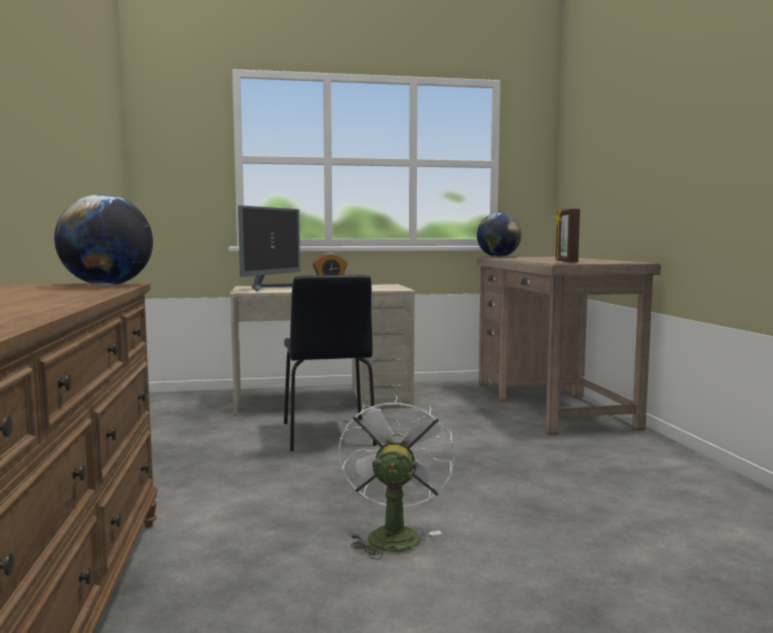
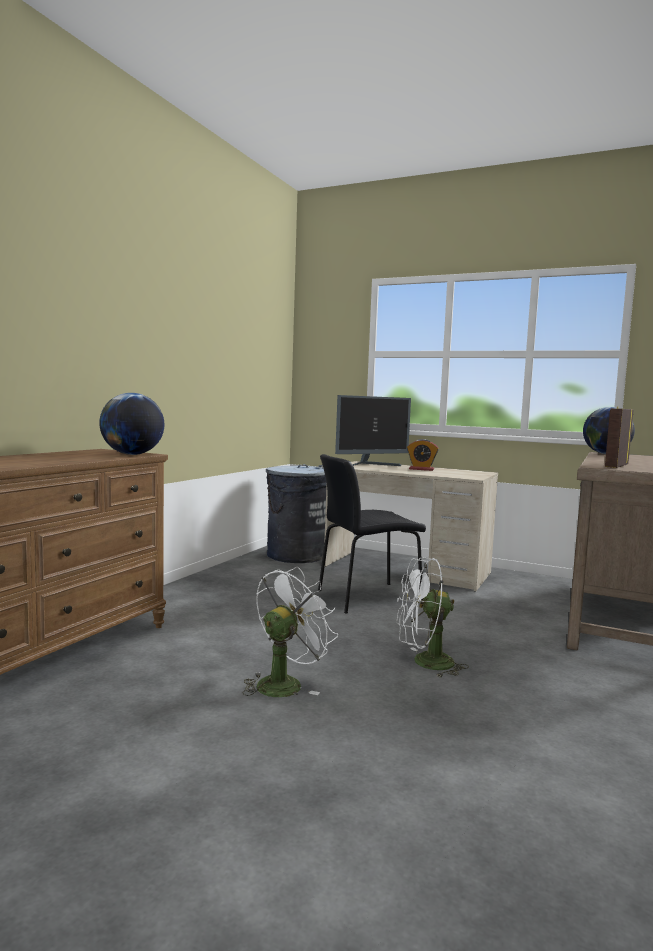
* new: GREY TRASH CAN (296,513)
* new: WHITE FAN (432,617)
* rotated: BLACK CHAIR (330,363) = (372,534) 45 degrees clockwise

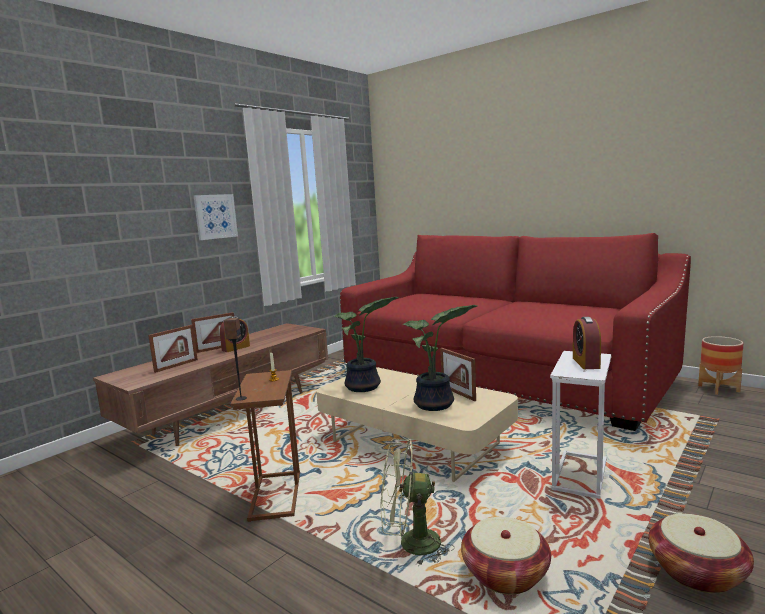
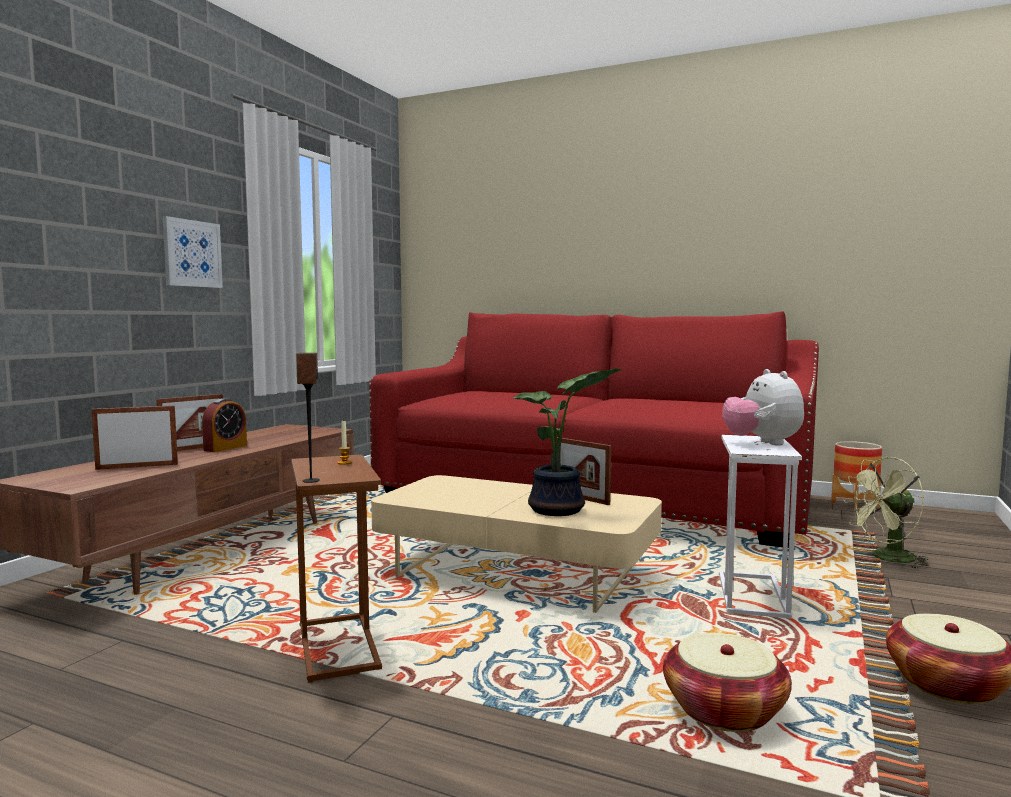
* gone: POTTED PLANT (366,344)
* shifted: GREEN FAN (416,502) to (886,513)
* swapped: ALARM CLOCK (587,343) to PLUSH TOY (763,407)
* rotated: PICTURE FRAME (173,349) = (134,438) 135 degrees counterclockwise

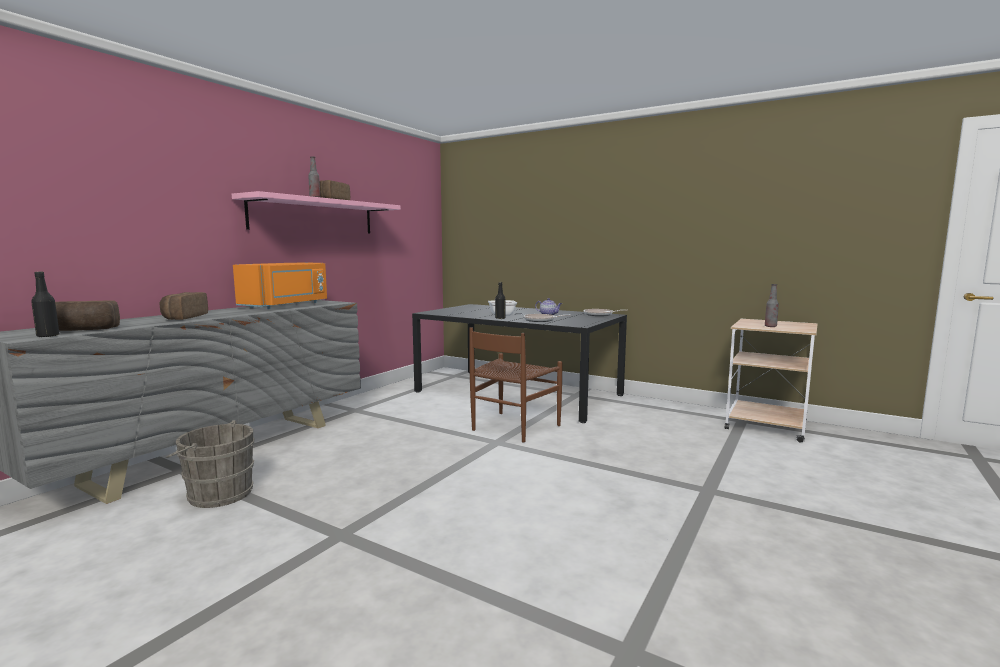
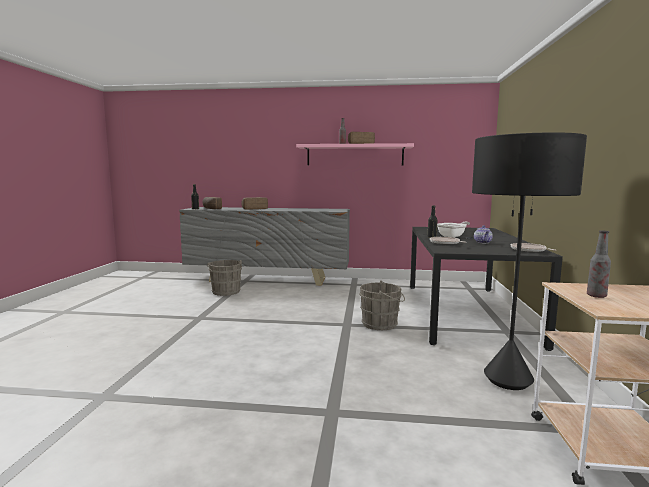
* gone: ORANGE MICROWAVE (280,285)
* new: BLACK FLOOR LAMP (529,261)
* swapped: BROWN CHAIR (515,385) to GREY BUCKET (382,305)

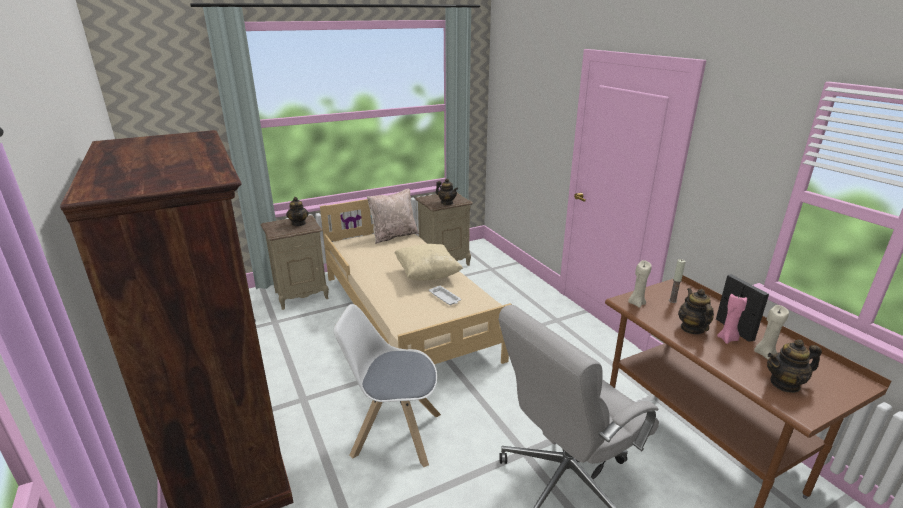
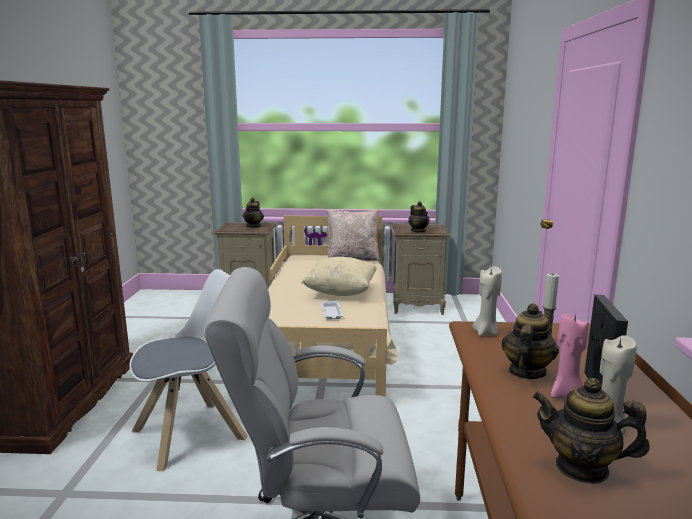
* rotated: CHAIR (387,385) = (189,370) 105 degrees clockwise

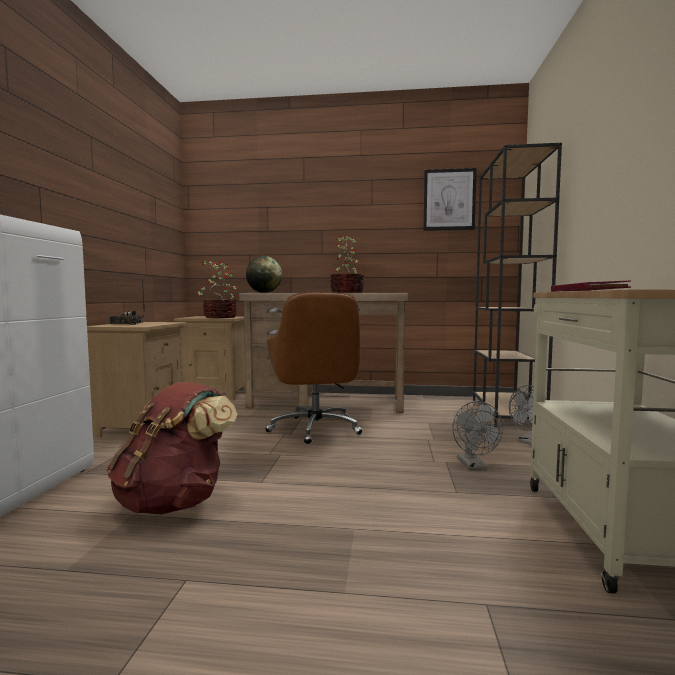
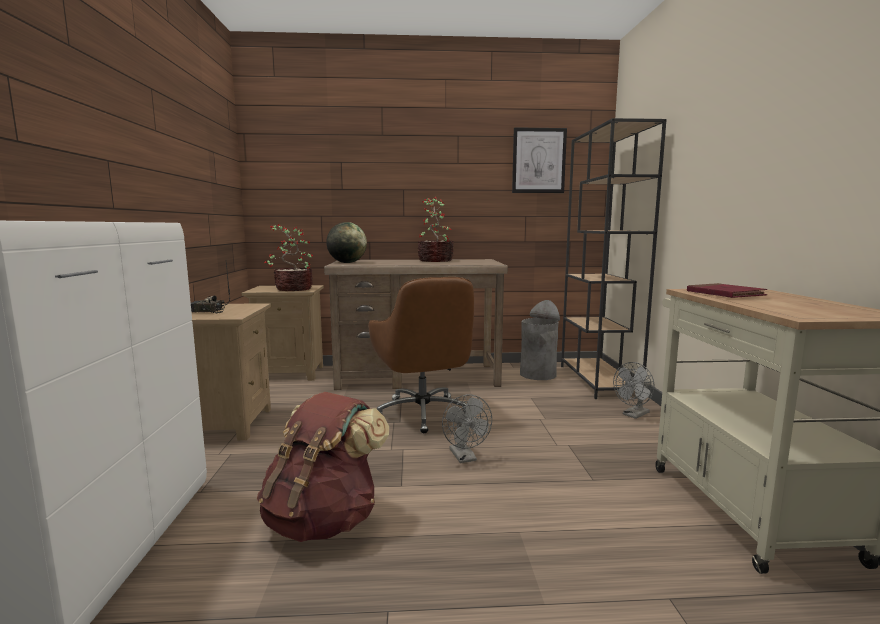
* new: GREY TRASH CAN (540,340)
* shifted: GREY FAN (478,435) to (467,429)

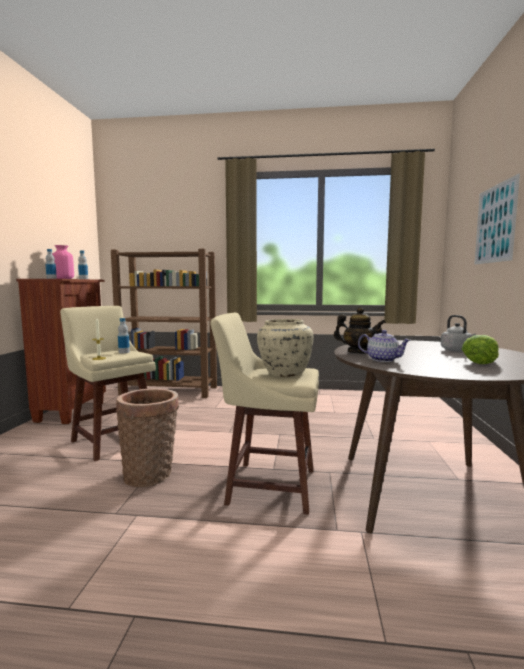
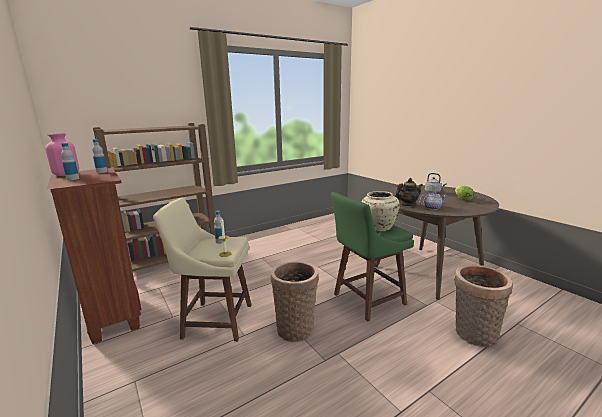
* gone: PICTURE (497,218)
* new: BASKET (483,306)
* repainted: BEIGE STOOL (264,413) to GREEN STOOL (372,256)

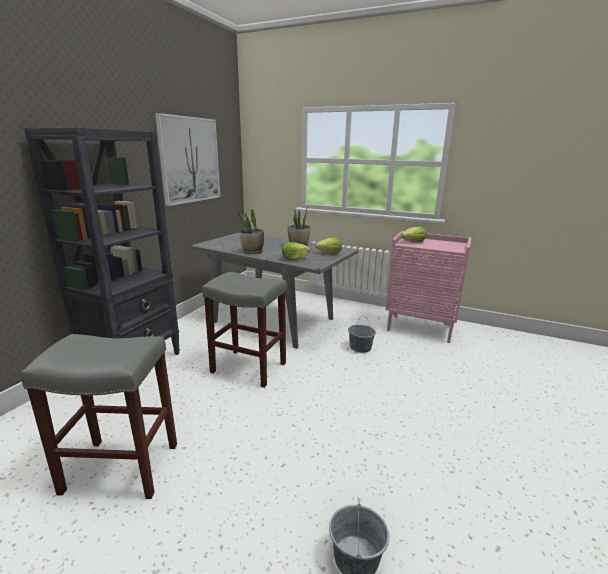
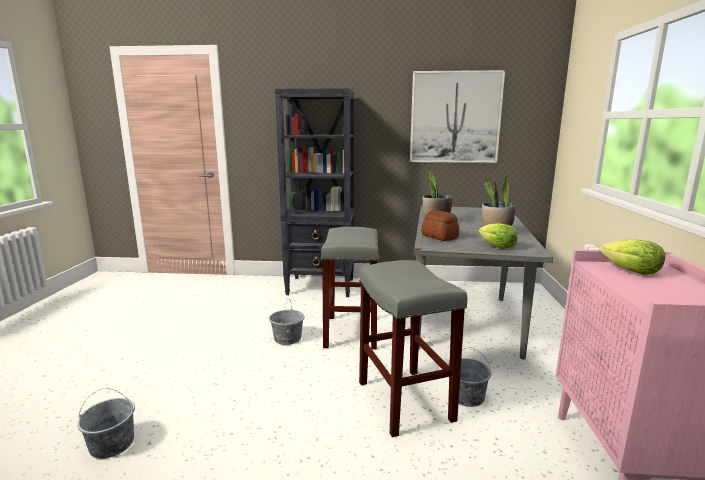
* new: GREY BUCKET (286,322)
* shifted: GREY STOOL (99,416) to (413,348)
* swapped: LETTUCE (296,251) to BREAD (440,225)

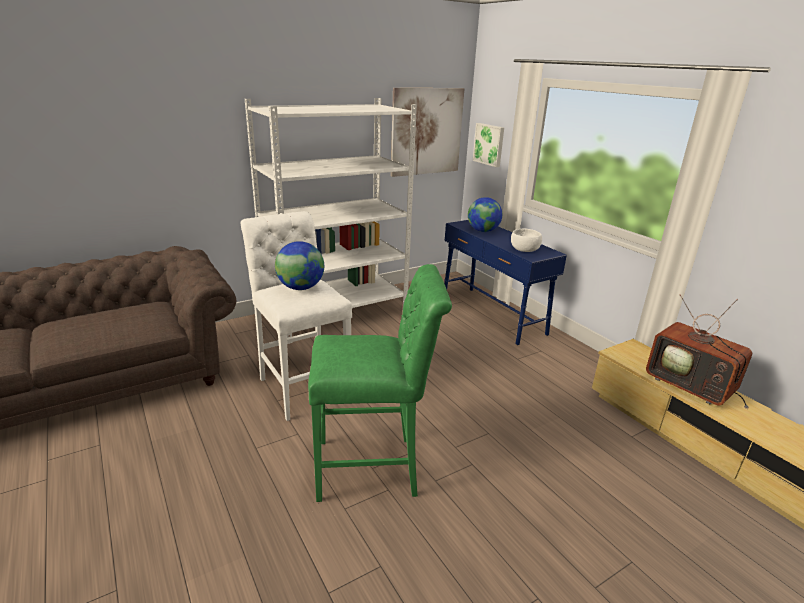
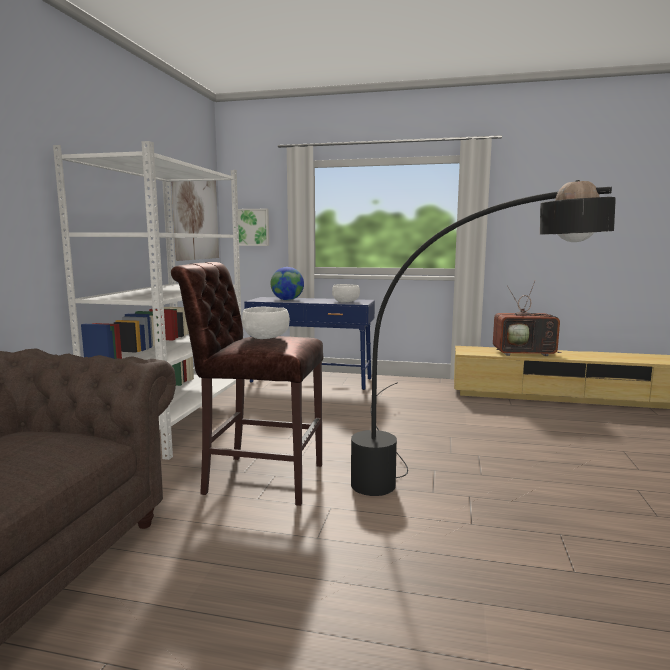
* swapped: GLOBE (299,265) to WHITE BOWL (266,323)
* swapped: GREEN STOOL (380,383) to BLACK FLOOR LAMP (483,338)
* repainted: WHITE STOOL (296,316) to BROWN STOOL (247,384)

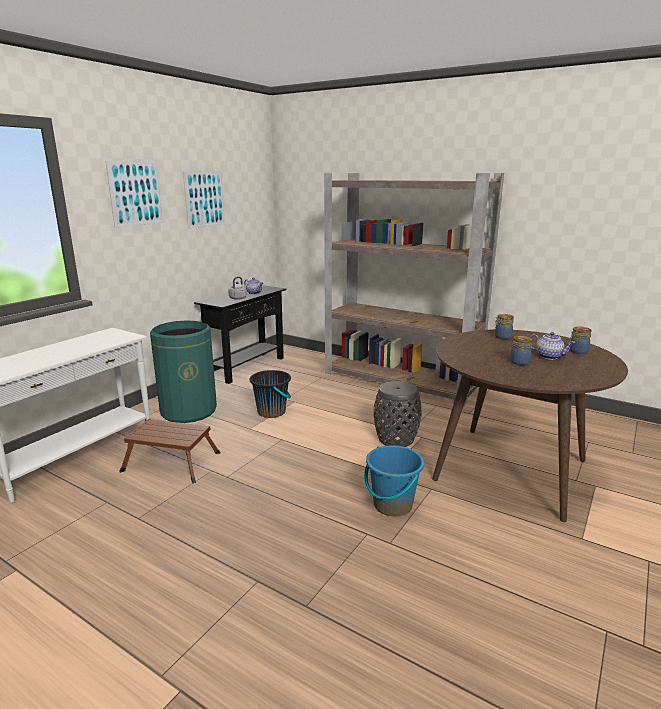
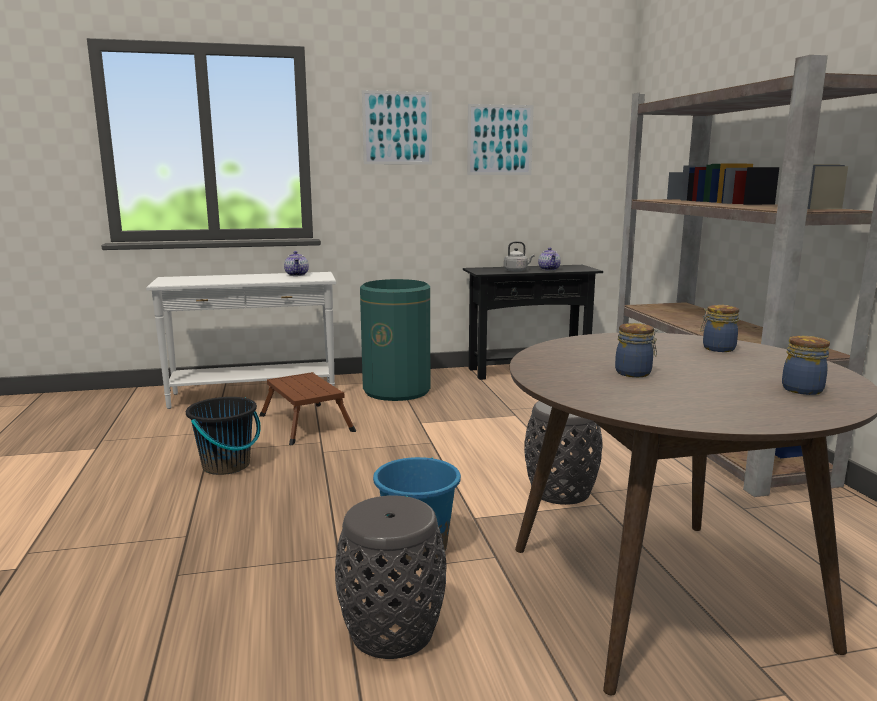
* new: GREY STOOL (391,577)
* shifted: BLACK BUCKET (270,394) to (223,436)
* shifted: TEAPOT (552,346) to (296,263)

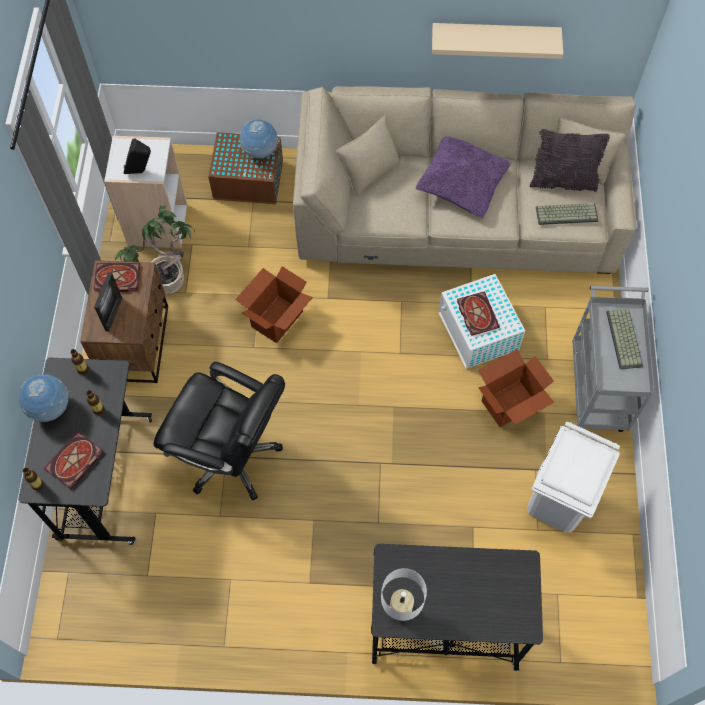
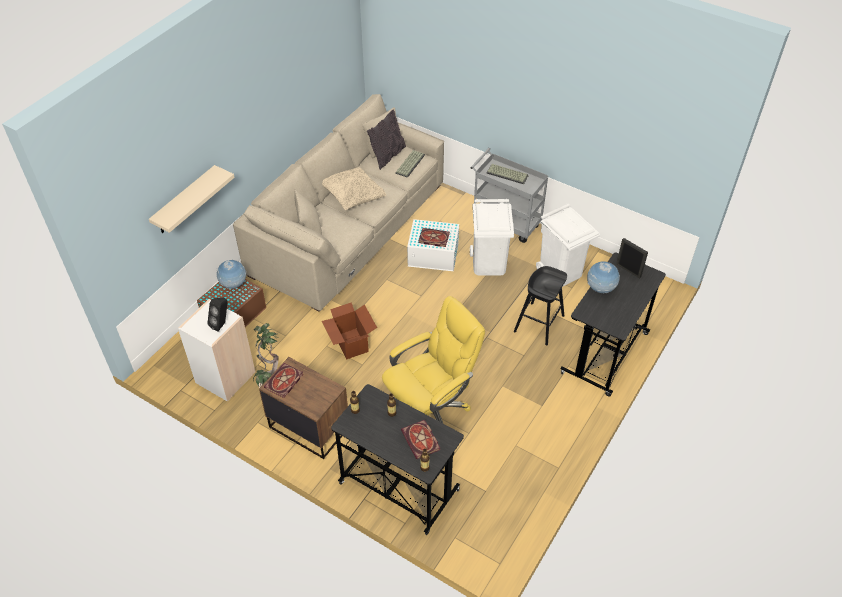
* gone: WHITE TABLE LAMP (404,594)
* new: BLACK STOOL (540,306)
* shifted: GLOBE (43,398) to (603,277)
* shifted: PICTURE FRAME (108,302) to (632,258)
* shifted: BEIGE SHELF (497,41) to (192,199)
* swapped: CARDBOARD BOX (516,388) to WHITE TRASH CAN (492,237)
* repainted: BLACK OFFICE CHAIR (219,431) to YELLOW OFFICE CHAIR (433,359)
* repainted: PURPLE PILLOW (463,177) to BEIGE PILLOW (354,188)

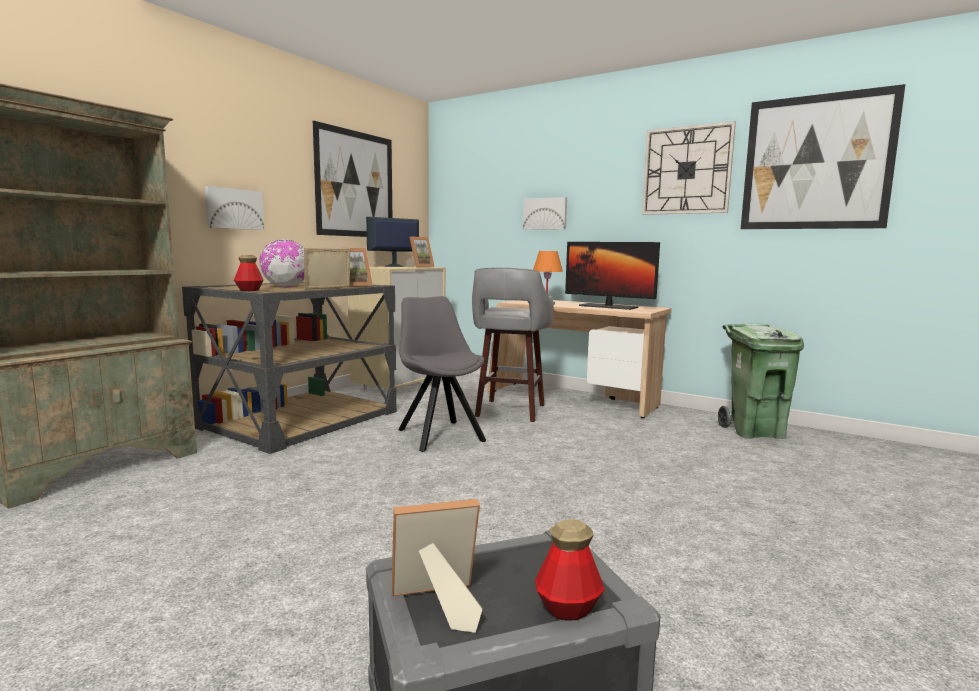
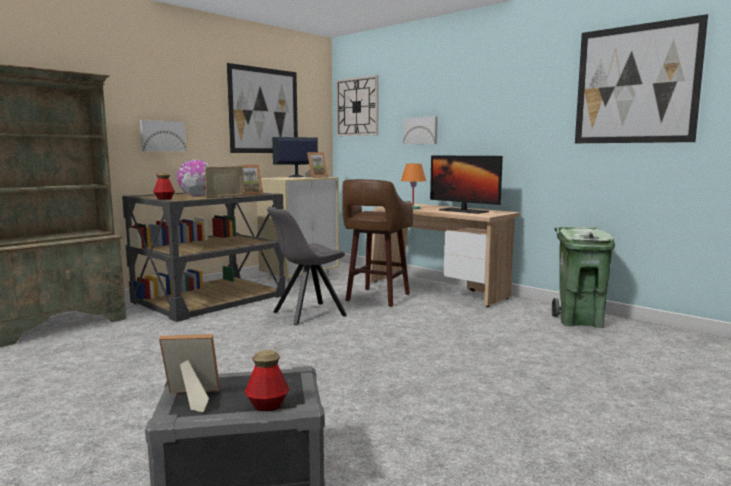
* shifted: WALL CLOCK (689,168) to (357,105)
* repainted: GREY STOOL (513,344) to BROWN STOOL (377,243)
* rotated: GREY CHAIR (442,374) = (307,266) 105 degrees counterclockwise

